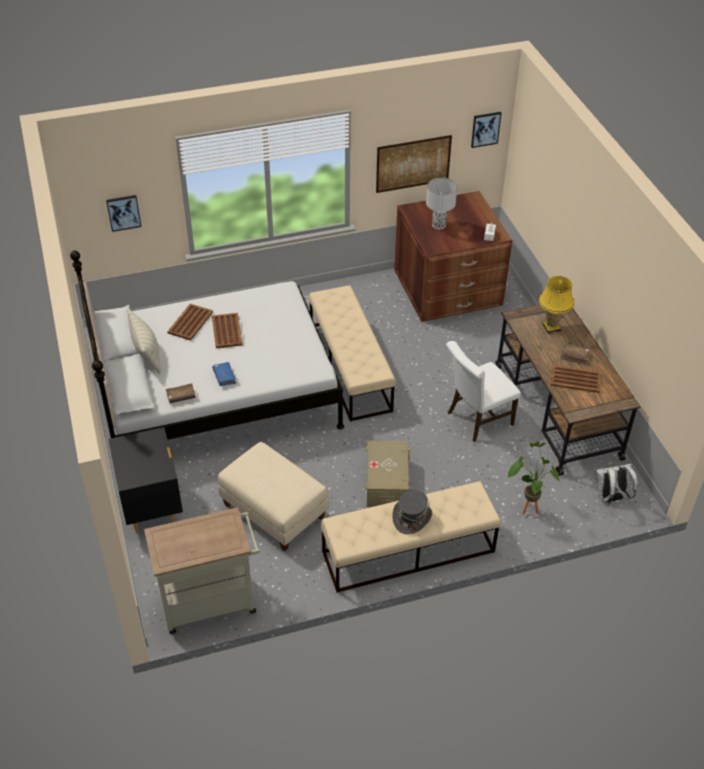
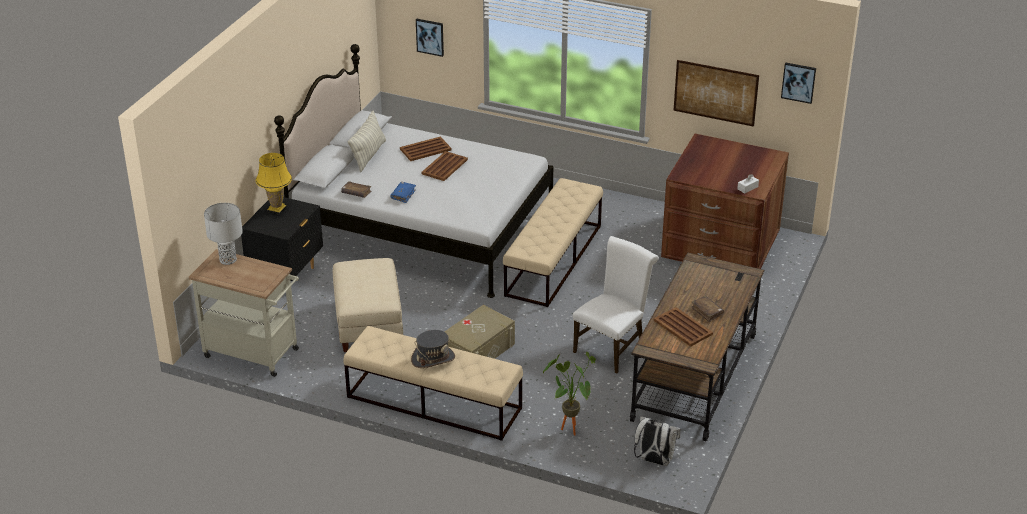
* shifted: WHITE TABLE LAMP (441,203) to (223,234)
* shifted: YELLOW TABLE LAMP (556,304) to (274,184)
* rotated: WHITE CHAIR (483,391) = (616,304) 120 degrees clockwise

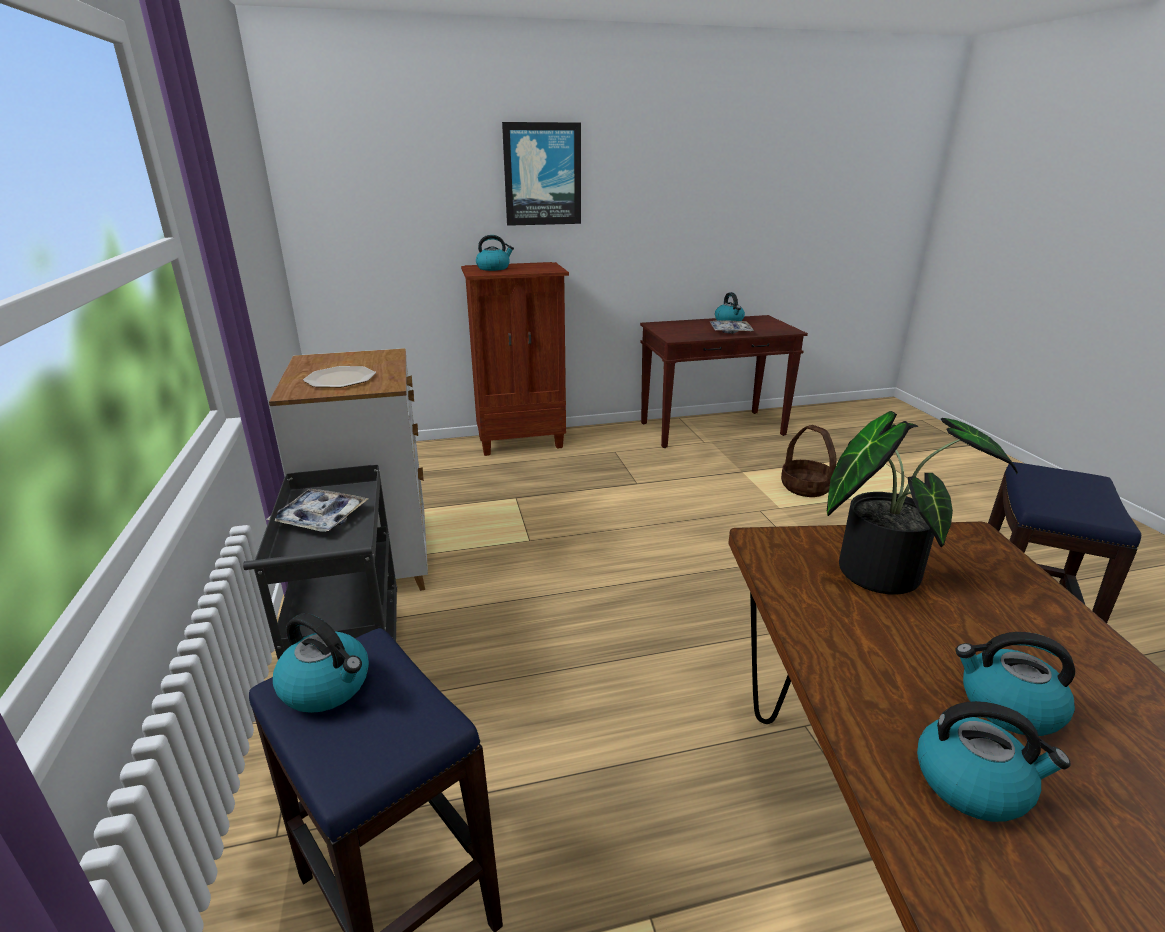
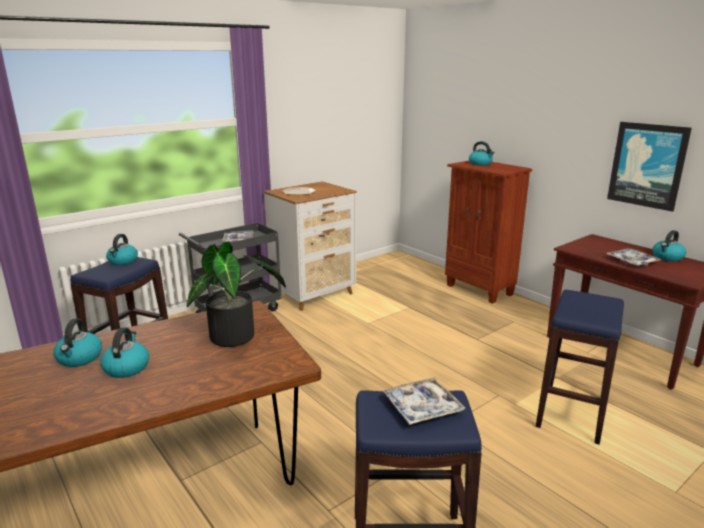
* new: TRAY (423,401)
* shifted: PICTURE (541,174) to (649,167)
* swapped: BASKET (809,461) to STOOL (580,367)

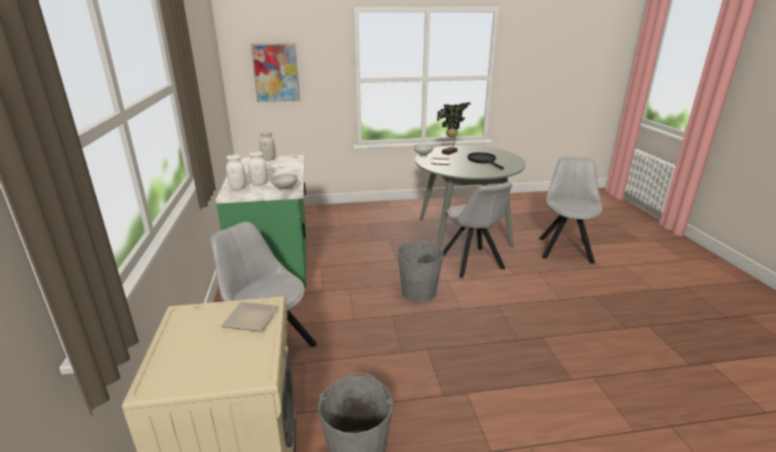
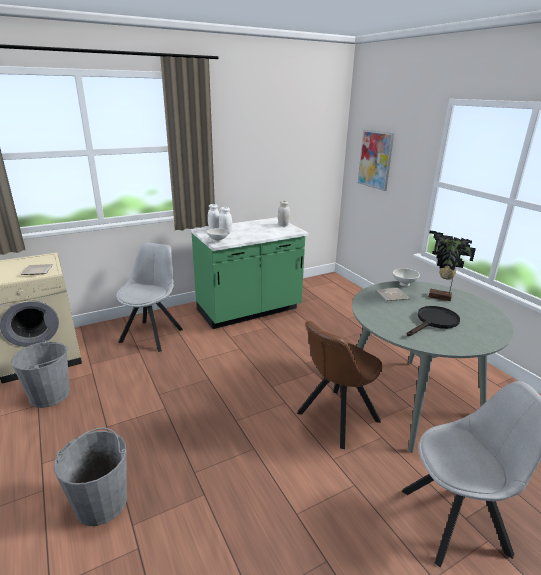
* shifted: GREY BUCKET (420,271) to (90,477)
* repainted: GREY CHAIR (477,230) to BROWN CHAIR (340,385)

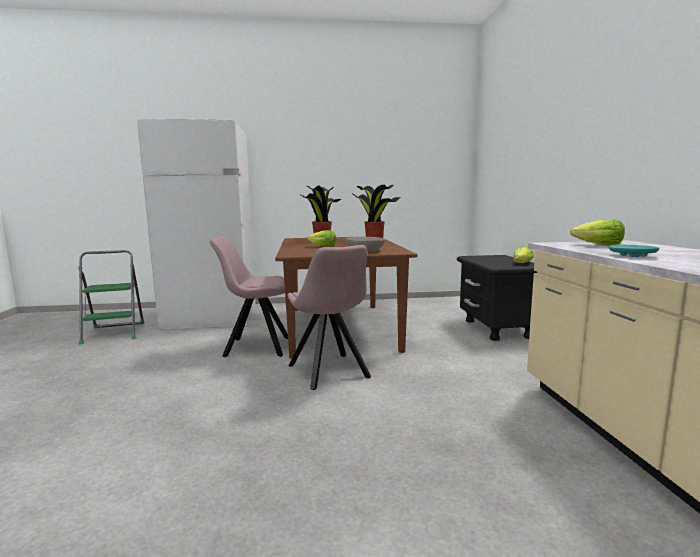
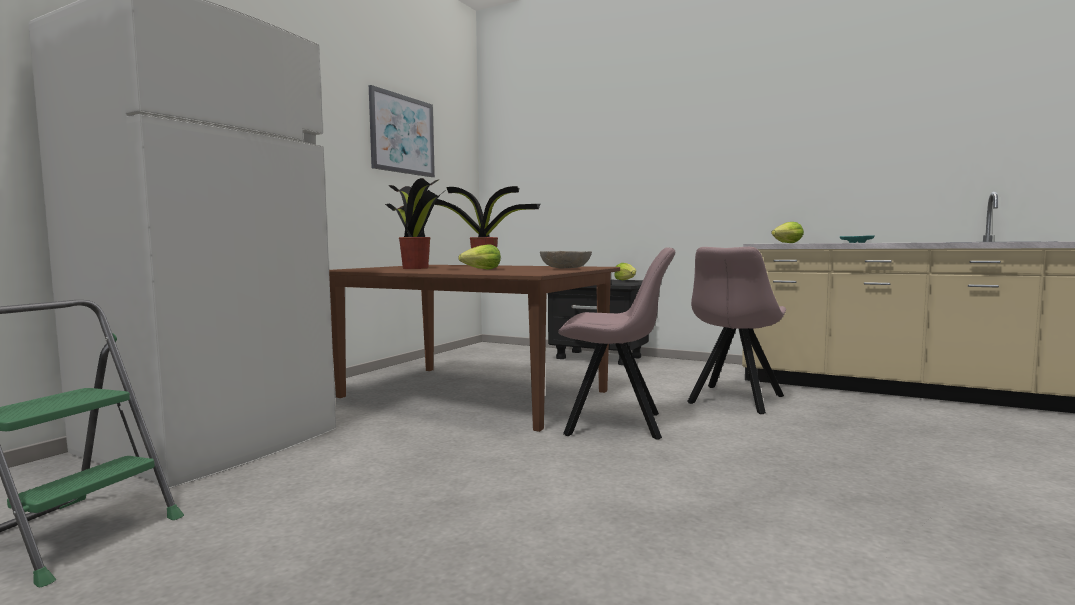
* new: PICTURE (402,131)
* shifted: PINK CHAIR (249,296) to (736,330)

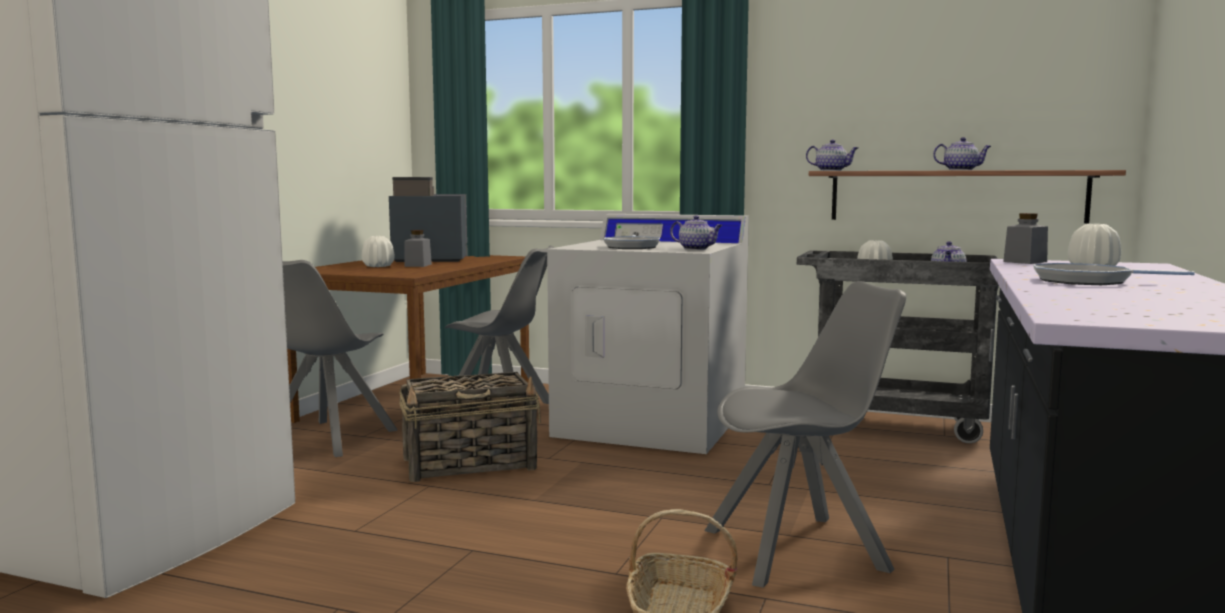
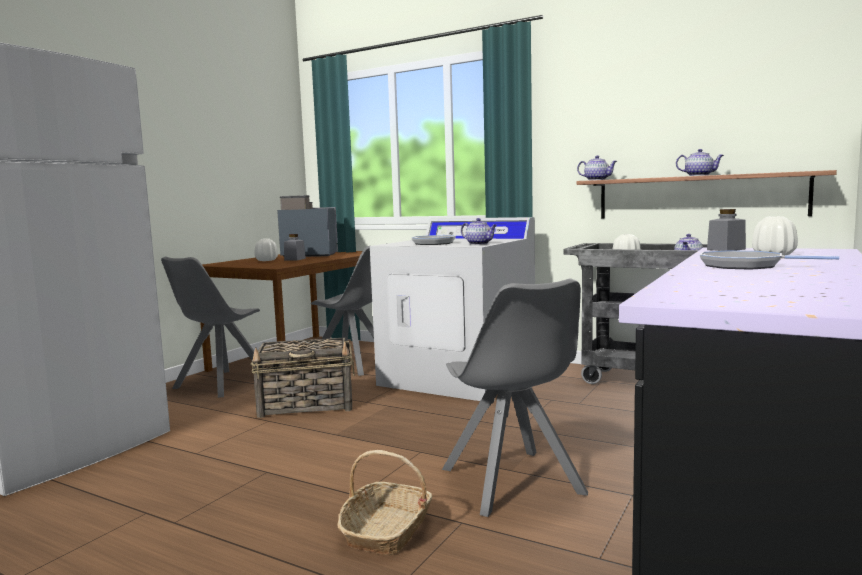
* rotated: GREY CHAIR (805,434) = (515,398) 75 degrees clockwise

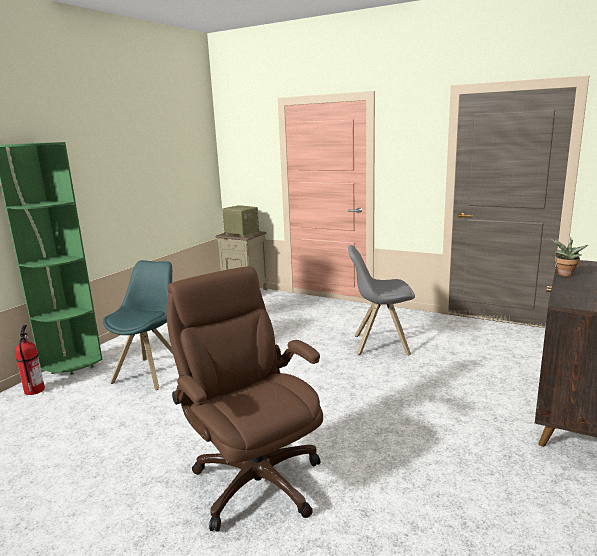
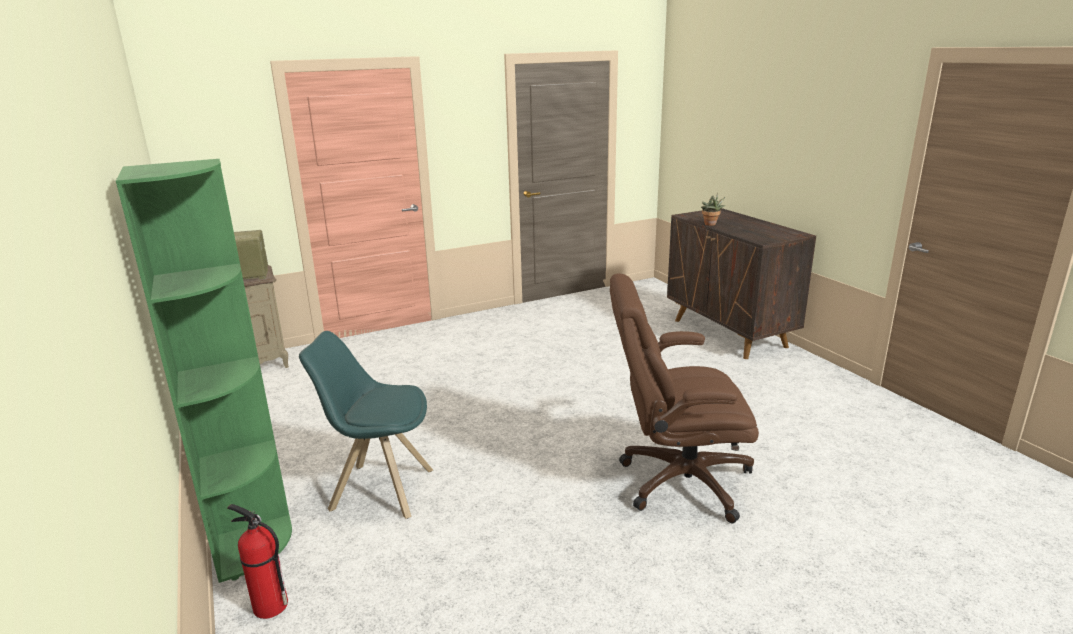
* gone: GREY CHAIR (381,300)
* rotated: TURQUOISE CHAIR (138,325) = (366,425) 45 degrees counterclockwise

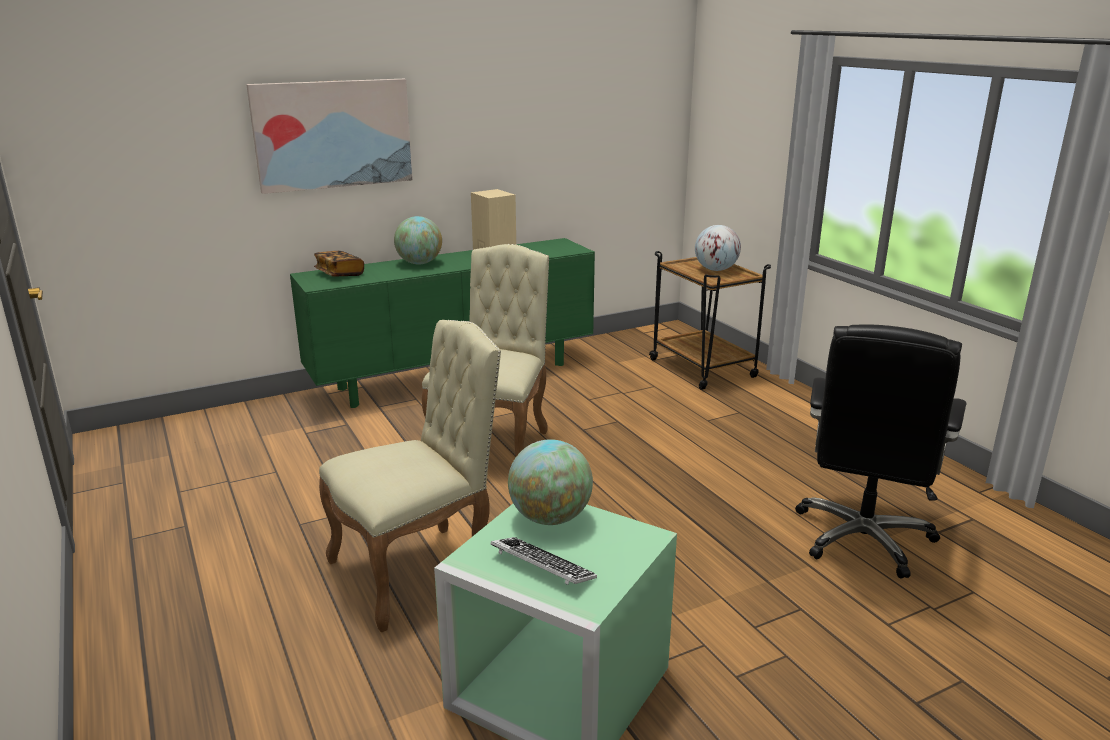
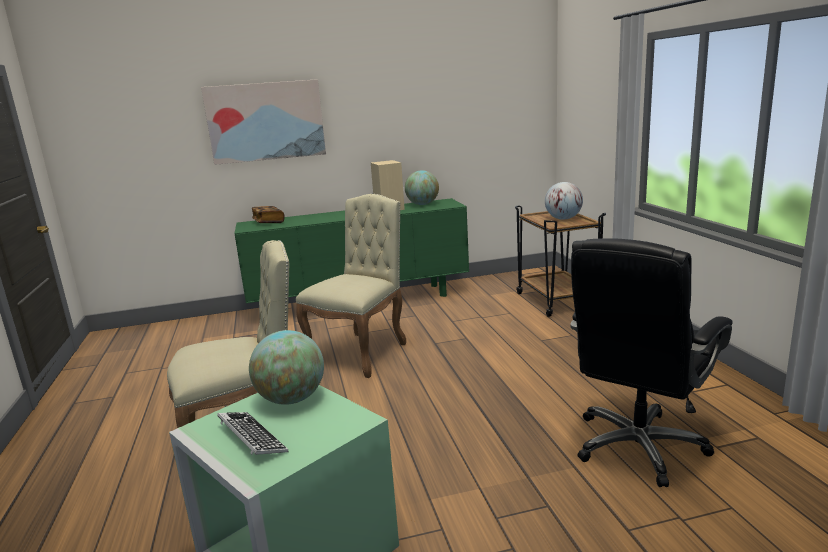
* shifted: GLOBE (418,240) to (422,187)

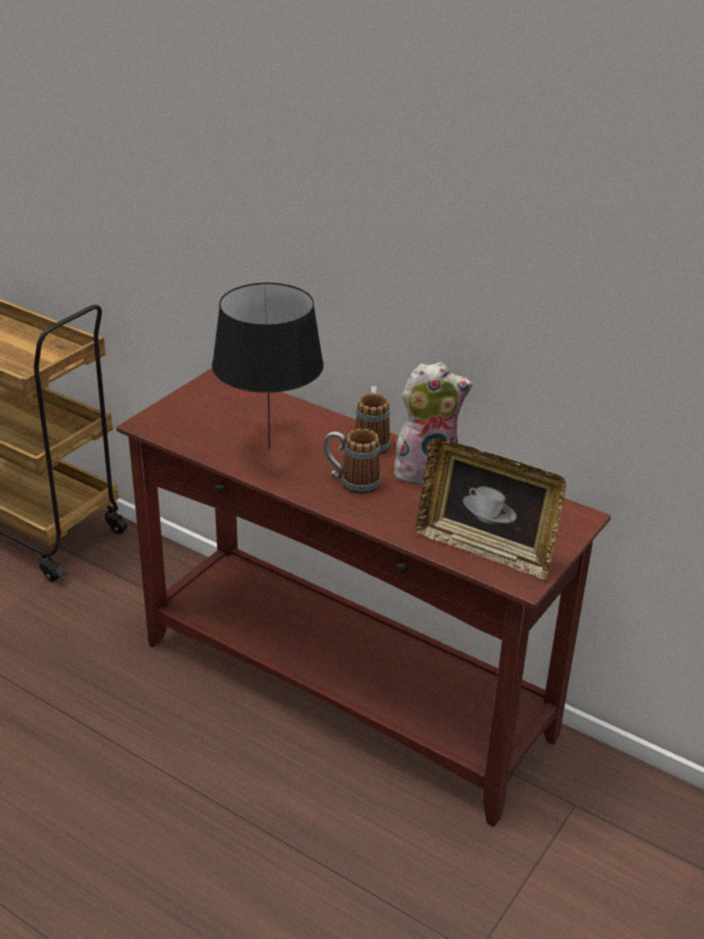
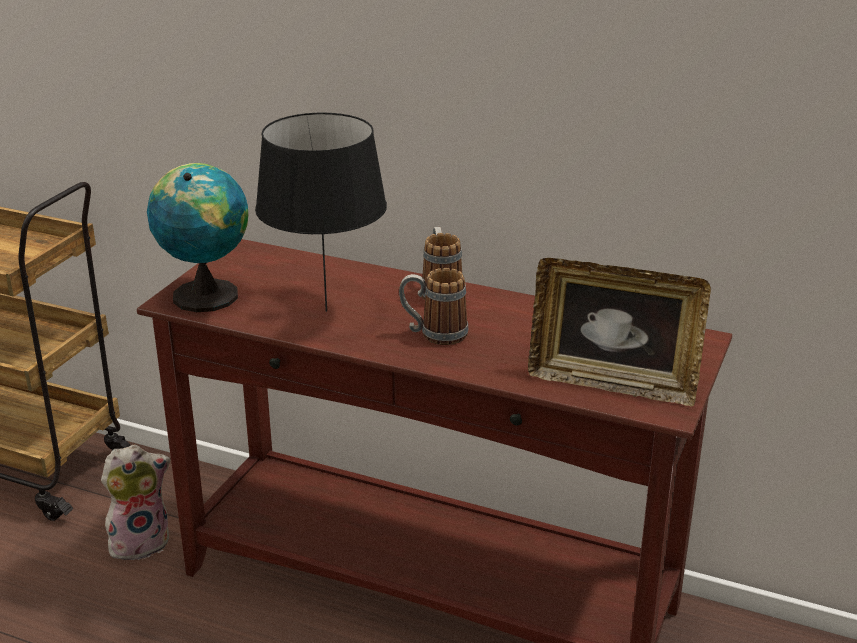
* new: GLOBE (197,237)
* shifted: PLUSH TOY (433,423) to (135,503)

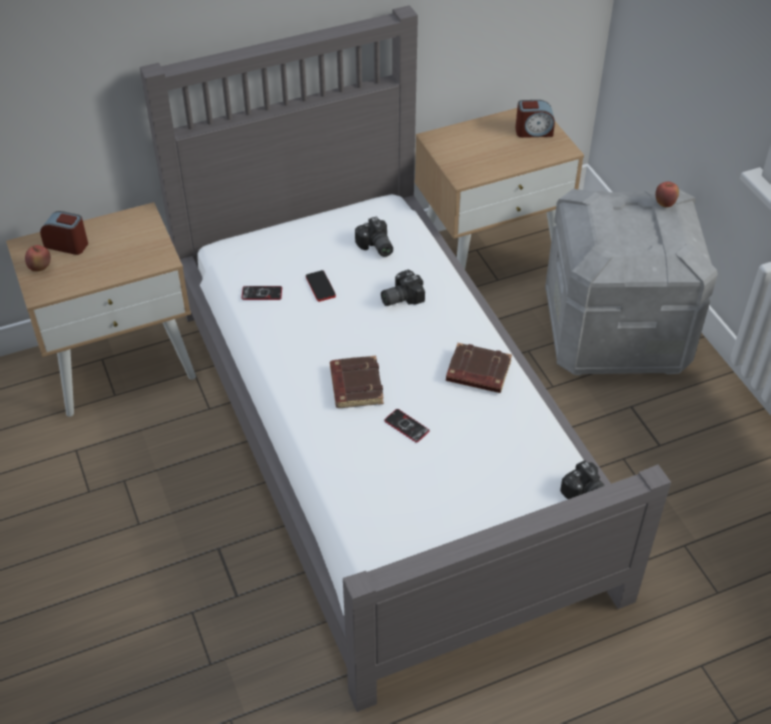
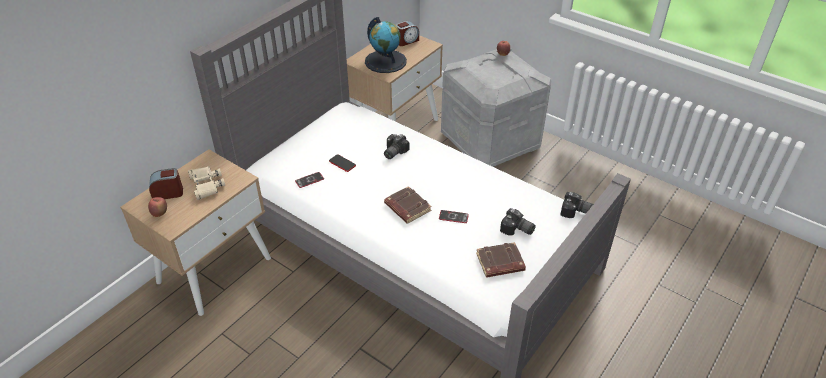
* new: BEIGE BINOCULARS (206,183)
* new: GLOBE (386,45)
* shifted: PHOTO CAMERA (374,237) to (518,222)
* shifted: BROWN BOOK (479,368) to (501,260)

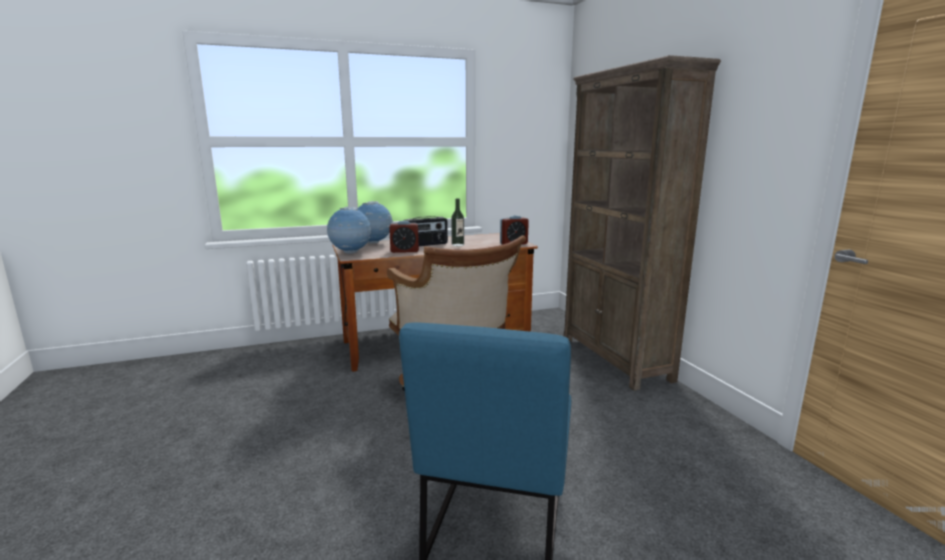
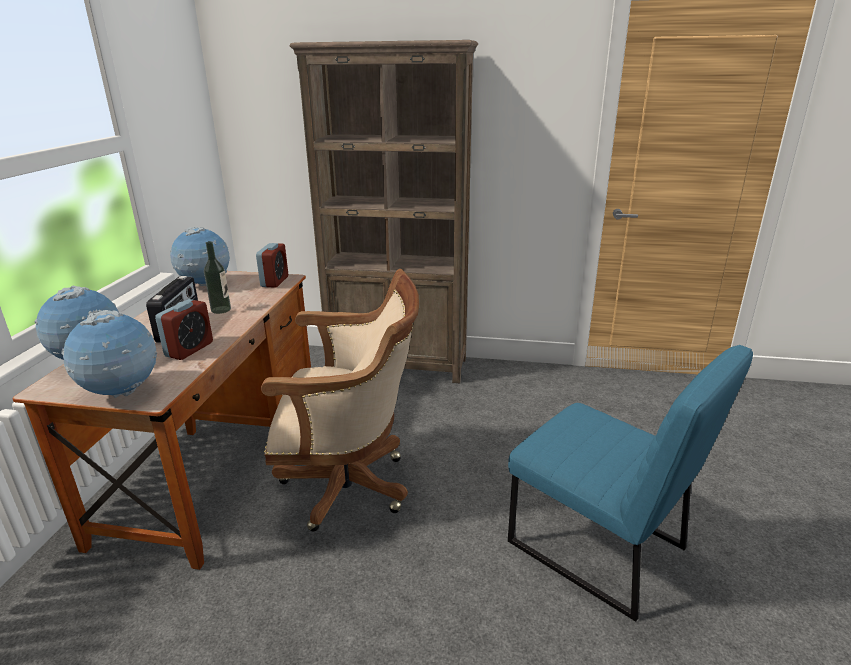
* new: GLOBE (200,256)

